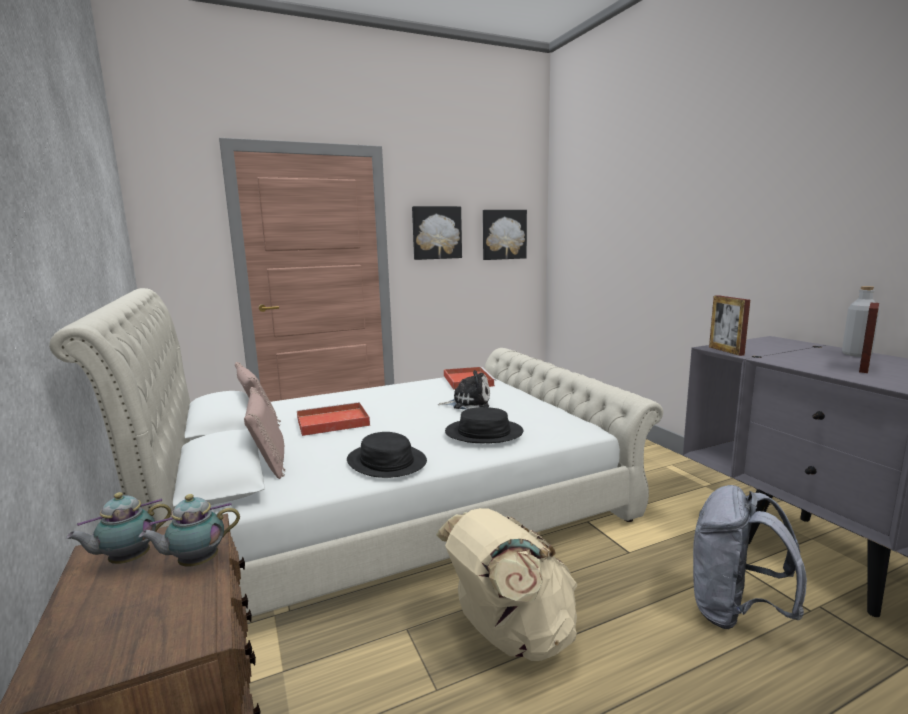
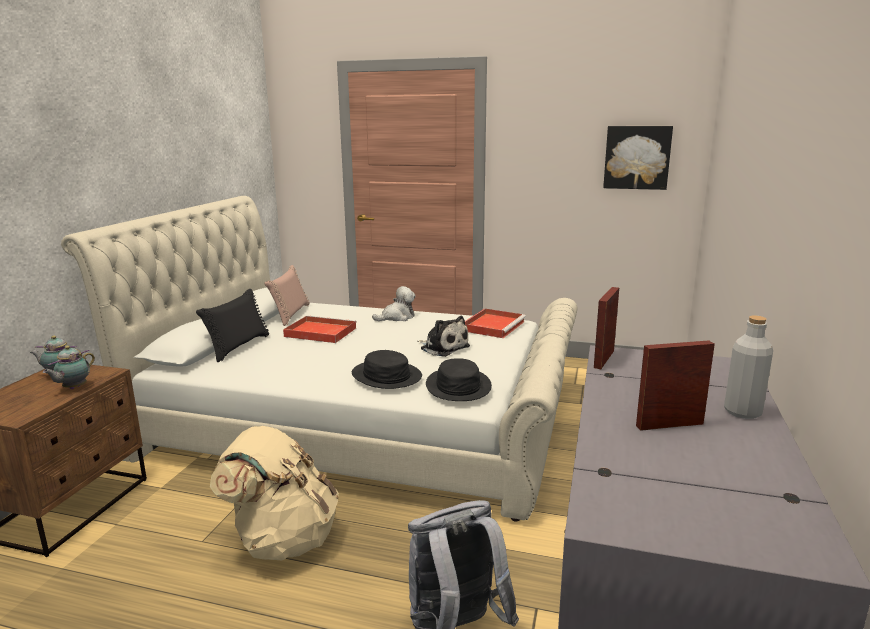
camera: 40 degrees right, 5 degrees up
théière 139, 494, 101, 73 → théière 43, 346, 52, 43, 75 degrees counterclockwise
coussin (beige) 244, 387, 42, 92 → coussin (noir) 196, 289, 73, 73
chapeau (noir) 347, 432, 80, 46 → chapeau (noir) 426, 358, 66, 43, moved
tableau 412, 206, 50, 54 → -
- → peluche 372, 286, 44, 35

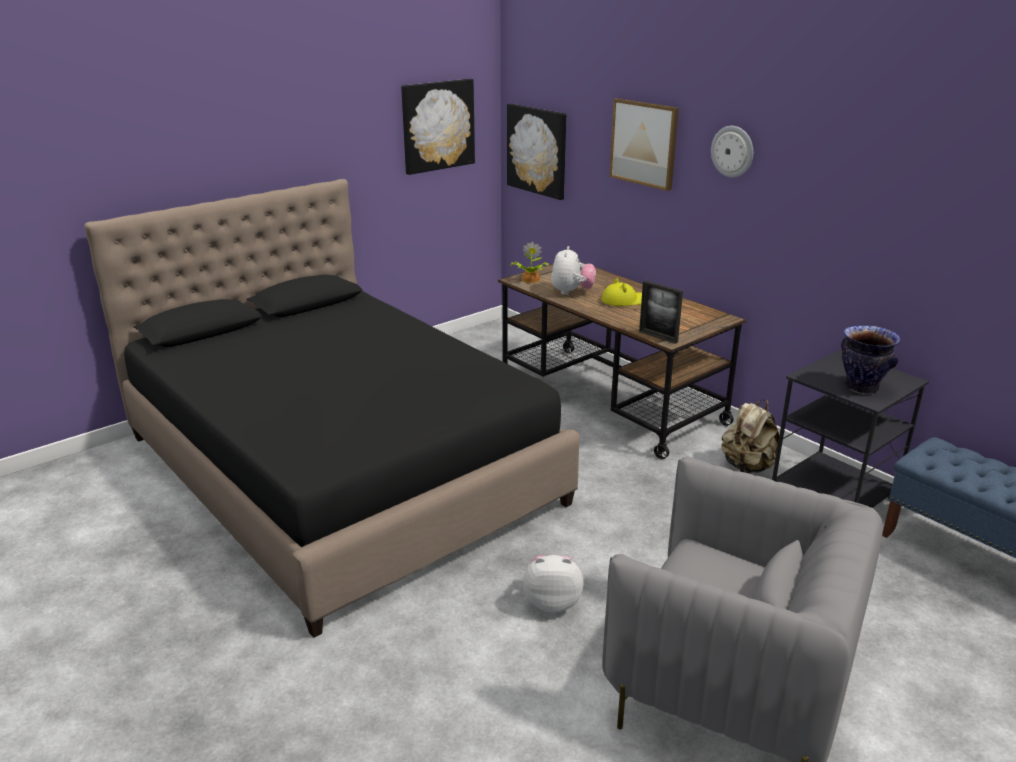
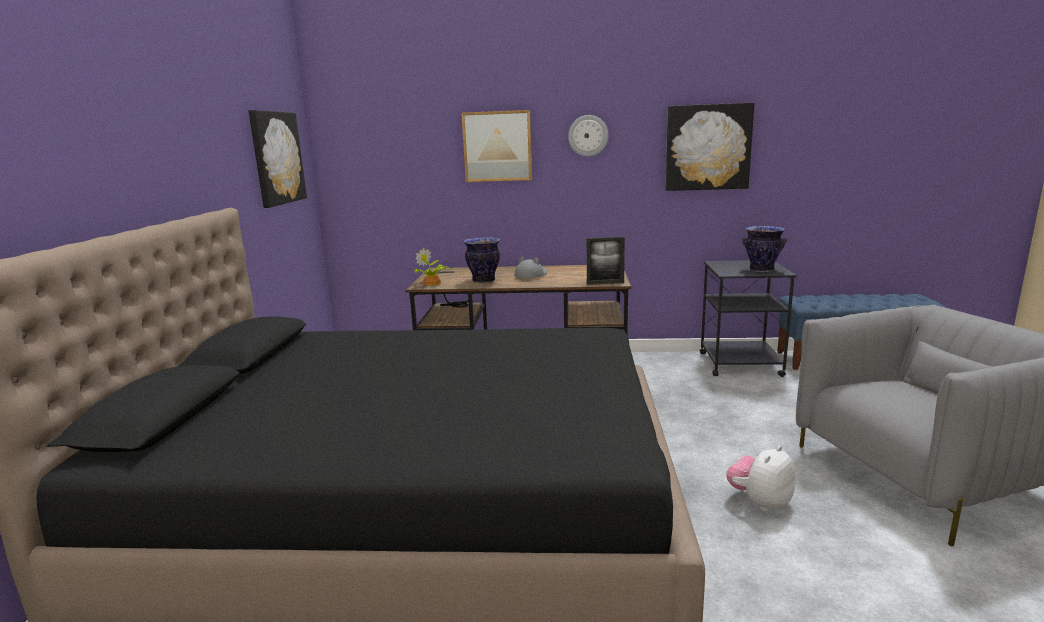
camera: 45 degrees left, 10 degrees down
tableau 507, 104, 59, 96 → tableau 665, 103, 90, 88, moved
peluche 551, 246, 45, 49 → vase 463, 237, 38, 46
chapeau (jaune) 601, 278, 41, 28 → chapeau (gris) 515, 256, 33, 23
sac à dos (beige) 721, 400, 58, 74 → -

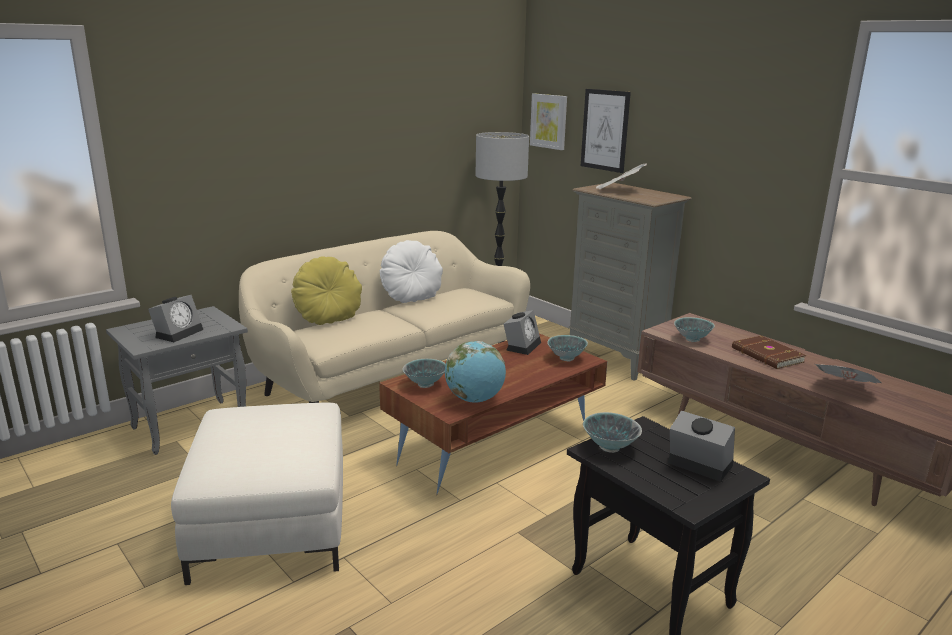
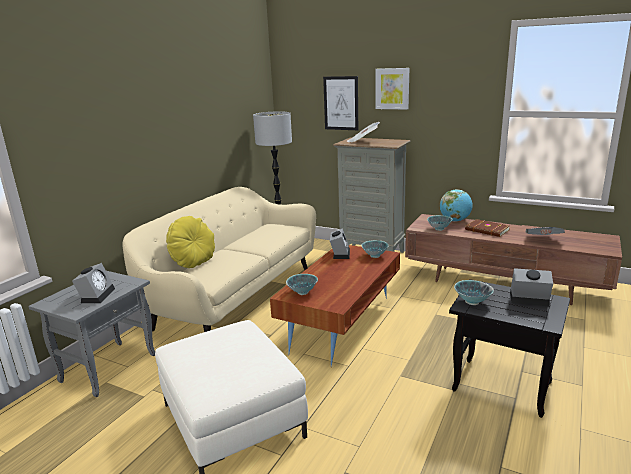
camera: 20 degrees left, 0 degrees up
coussin (blanc) 380, 240, 63, 63 → -
globe 445, 341, 61, 61 → globe 440, 189, 33, 33, moved
tableau 530, 93, 37, 57 → tableau 376, 68, 33, 42, moved

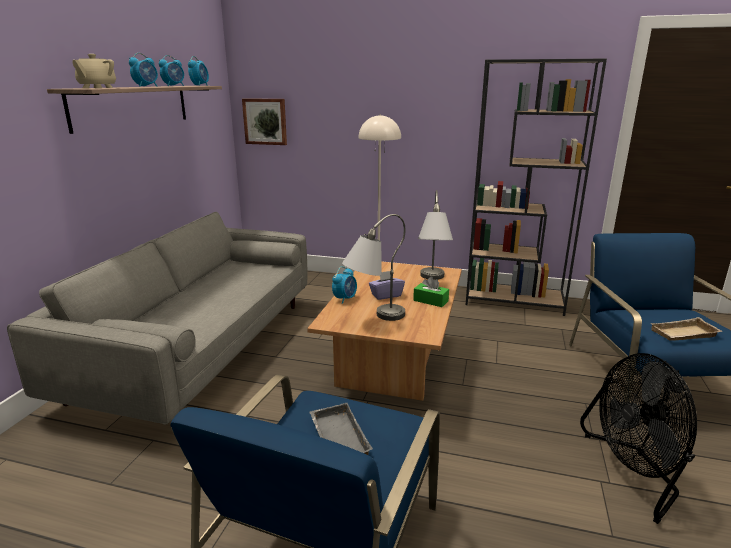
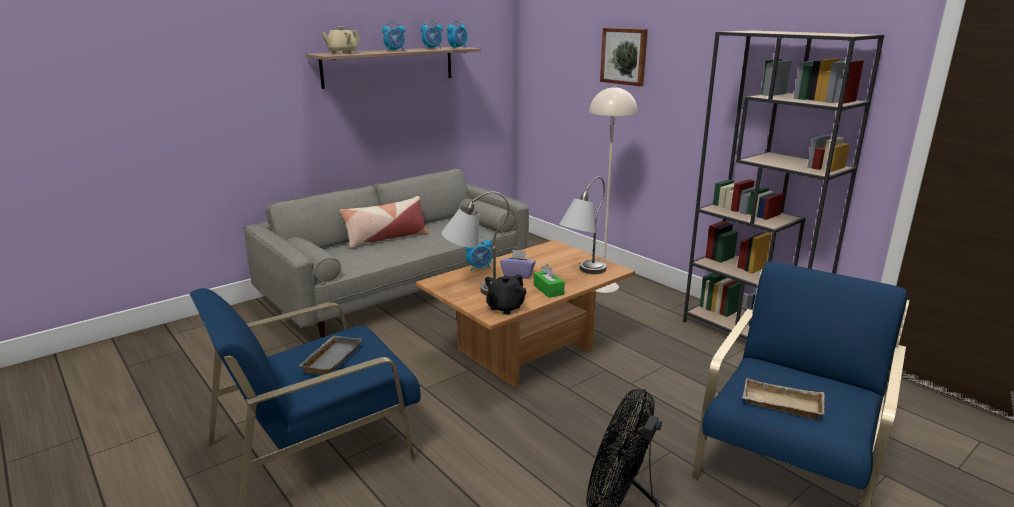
camera: 35 degrees right, 0 degrees up
tableau 242, 98, 45, 47 → tableau 600, 28, 48, 58, moved
- → coussin 340, 196, 89, 52
- → théière (noir) 485, 274, 41, 41

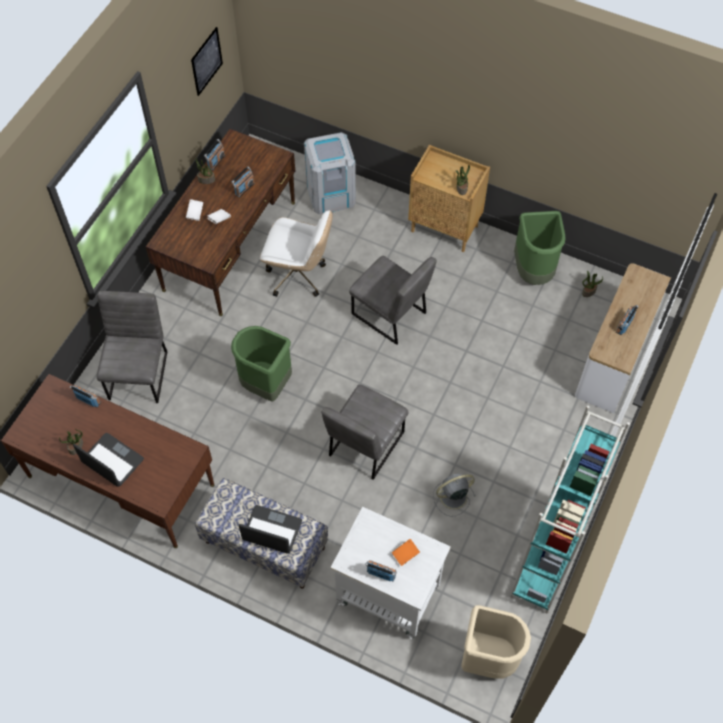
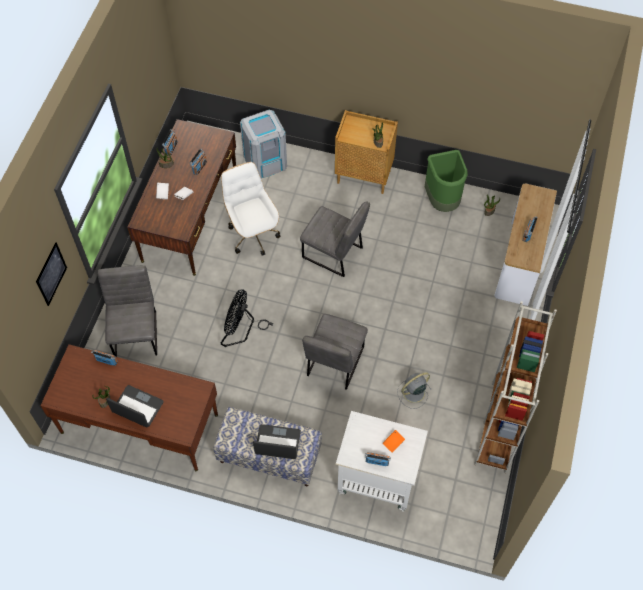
camera: 10 degrees left, 0 degrees up
tableau 191, 27, 32, 69 → tableau 36, 243, 31, 63, moved
poubelle (vert) 231, 326, 61, 76 → ventilateur (noir) 221, 289, 53, 58
chaise de bureau (blanc) 260, 210, 73, 87 → chaise de bureau (blanc) 221, 162, 59, 94, 120 degrees counterclockwise
poubelle (beige) 461, 605, 70, 74 → -
bibliothèque (turquoise) 510, 406, 120, 208 → bibliothèque (marron) 474, 301, 83, 172

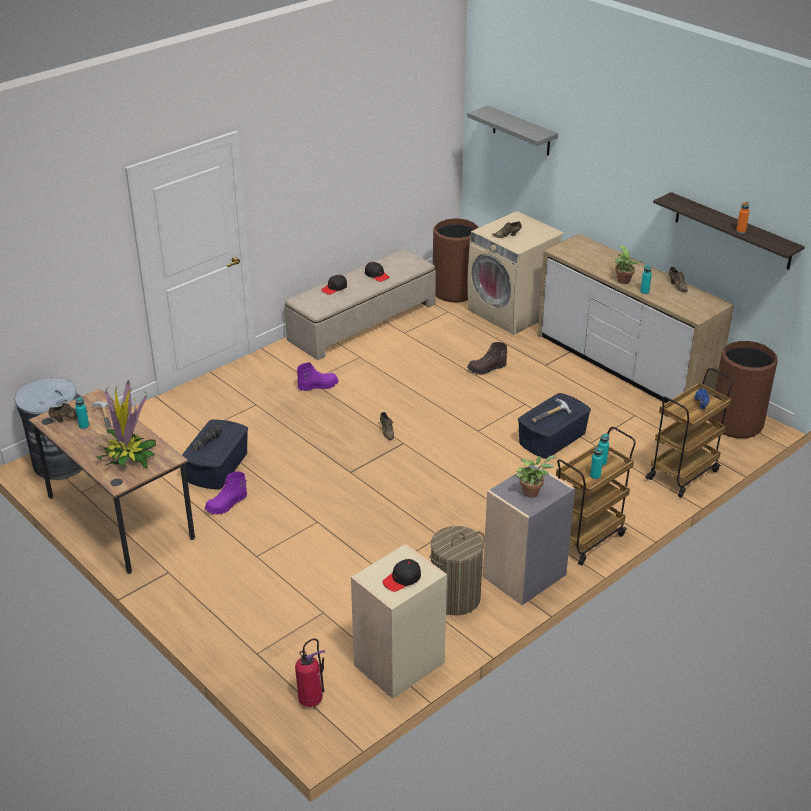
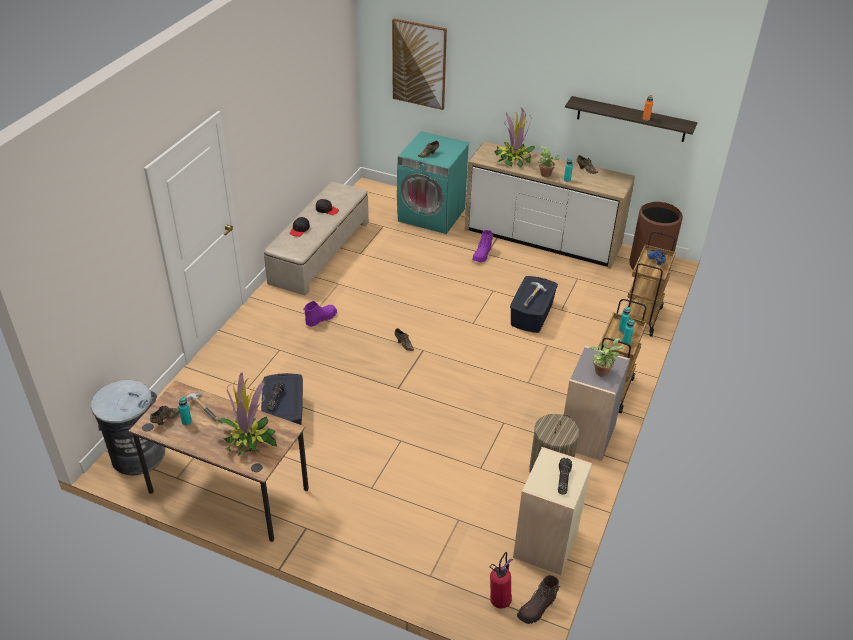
camera: 25 degrees left, 5 degrees up
botte (violet) 205, 471, 42, 44 → botte (violet) 472, 230, 22, 32, moved
casquette (noir) 382, 559, 39, 33 → lampe de poche 558, 458, 14, 36
poubelle (marron) 433, 219, 46, 83 → -
étagère (gris) 467, 106, 91, 50 → tableau 392, 18, 55, 92
lave-linge (beige) 467, 211, 98, 124 → lave-linge (turquoise) 397, 131, 73, 103
botte (marron) 467, 342, 40, 33 → botte (marron) 517, 575, 43, 49, moved
- → plante en pot 494, 108, 41, 60

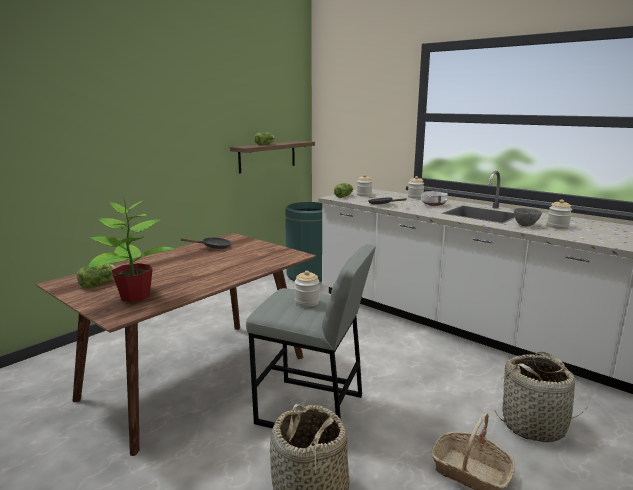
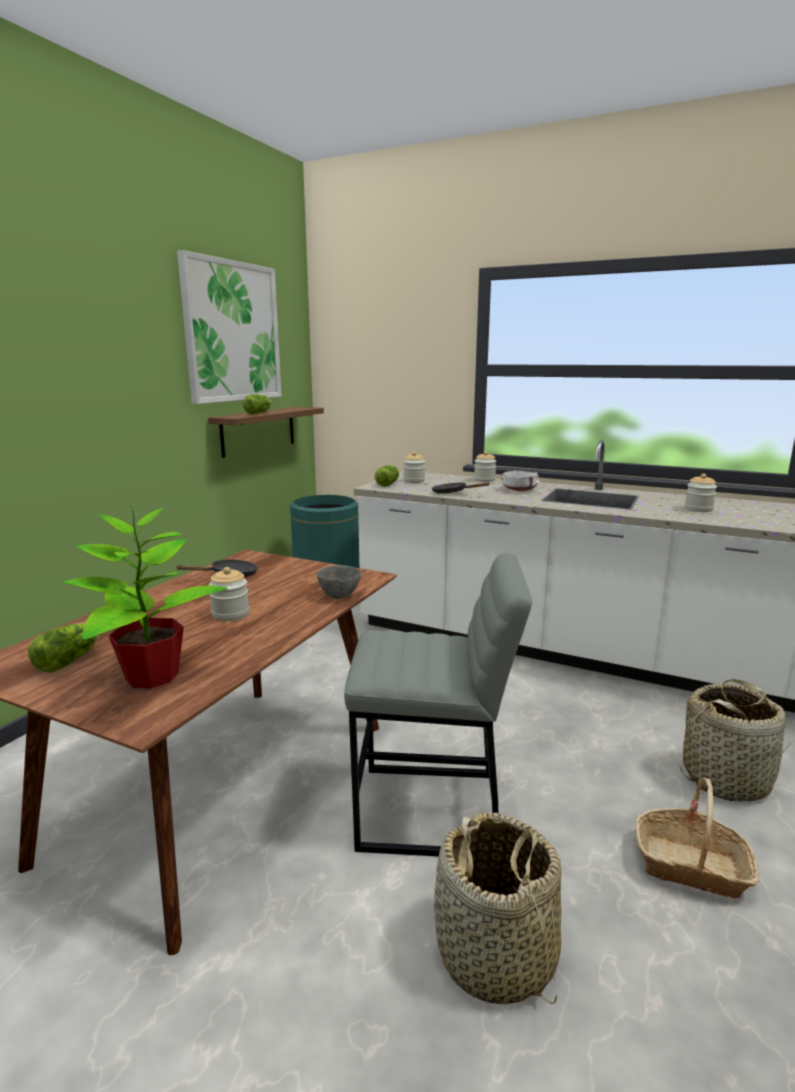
camera: 15 degrees left, 0 degrees up
bocal 295, 271, 25, 36 → bocal 209, 567, 40, 54, moved
bol (gris) 514, 208, 28, 18 → bol (gris) 317, 565, 44, 34, moved
- → tableau 177, 250, 105, 154

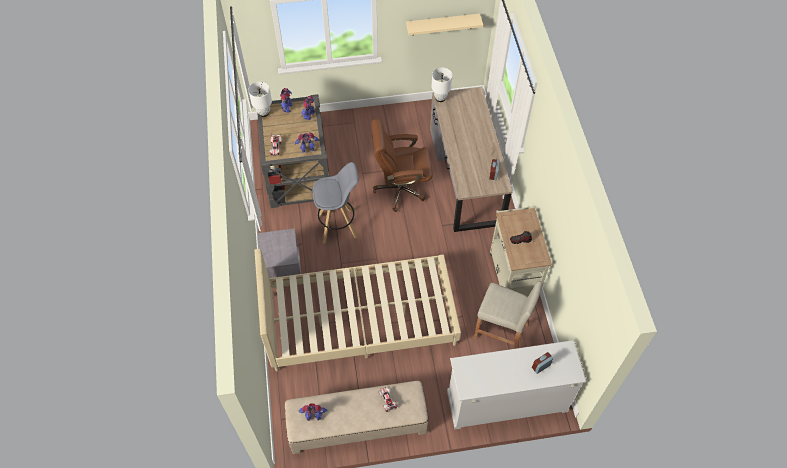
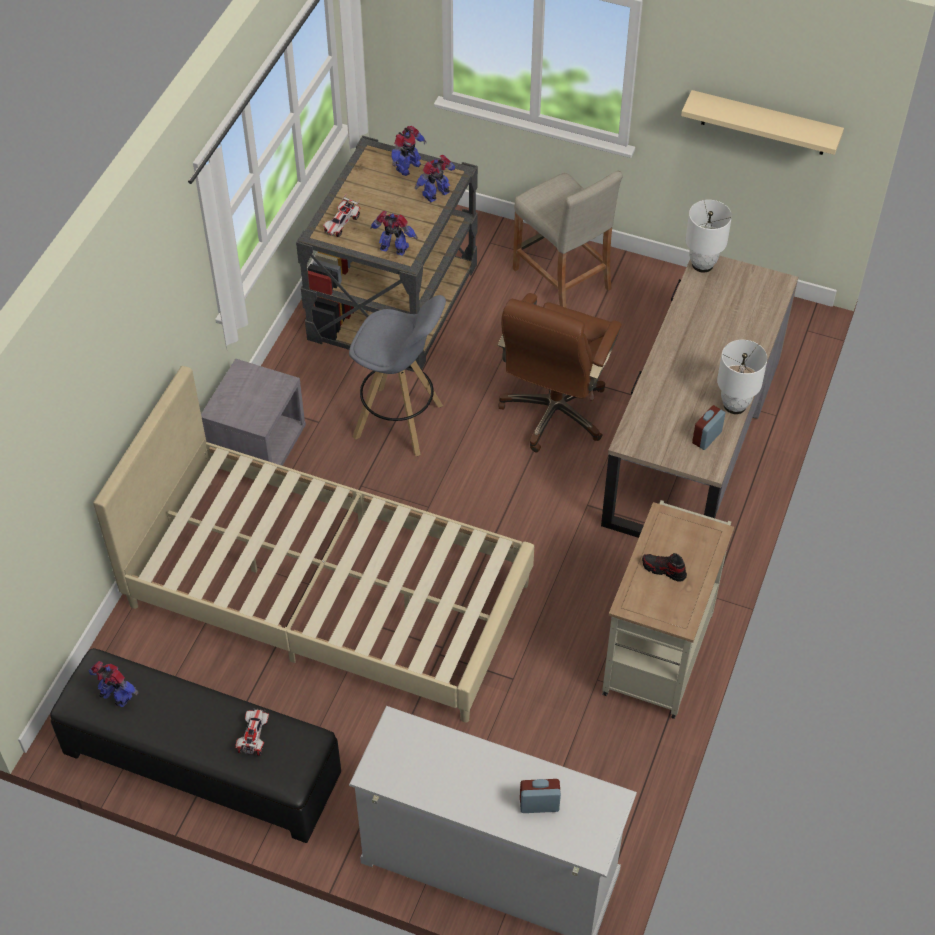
camera: 30 degrees right, 5 degrees down
lampe de table (blanc) 248, 82, 24, 35 → lampe de table (blanc) 717, 340, 50, 74, moved
banc (beige) 285, 381, 143, 73 → banc (noir) 50, 648, 291, 195
chaise de bureau (marron) 371, 119, 62, 93 → chaise de bureau (marron) 498, 293, 124, 159, 90 degrees counterclockwise
tabouret (beige) 474, 281, 68, 68 → tabouret (beige) 513, 171, 109, 137, moved

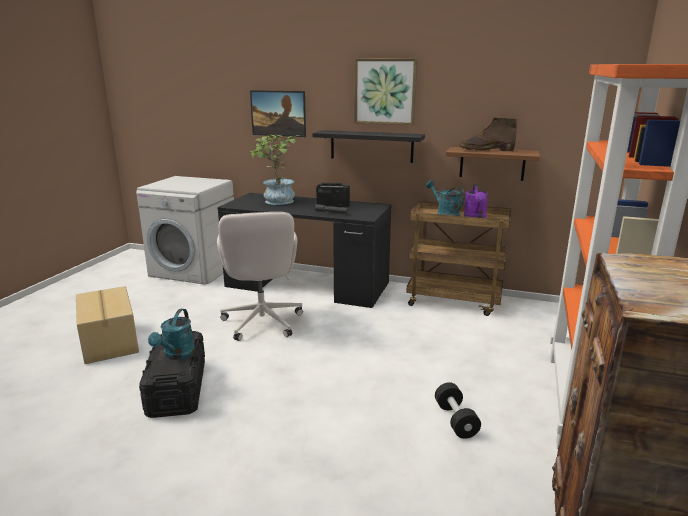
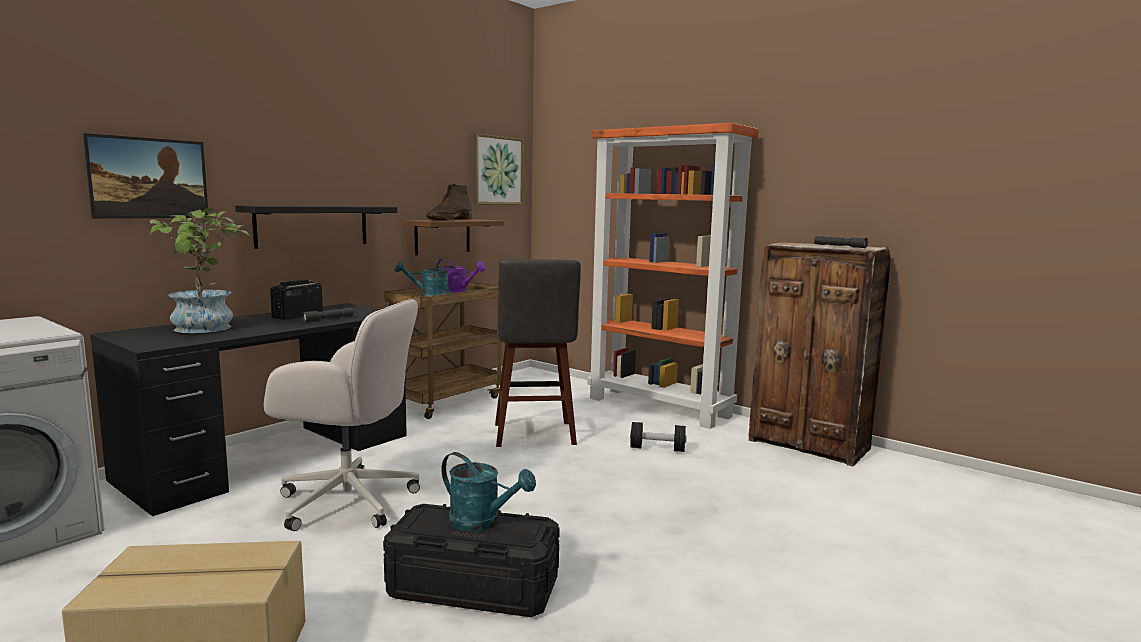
camera: 70 degrees left, 10 degrees down
tableau 354, 59, 63, 66 → tableau 473, 134, 51, 71, moved
- → tabouret (gris) 495, 259, 86, 188
- → lampe de poche (gris) 814, 236, 54, 12

